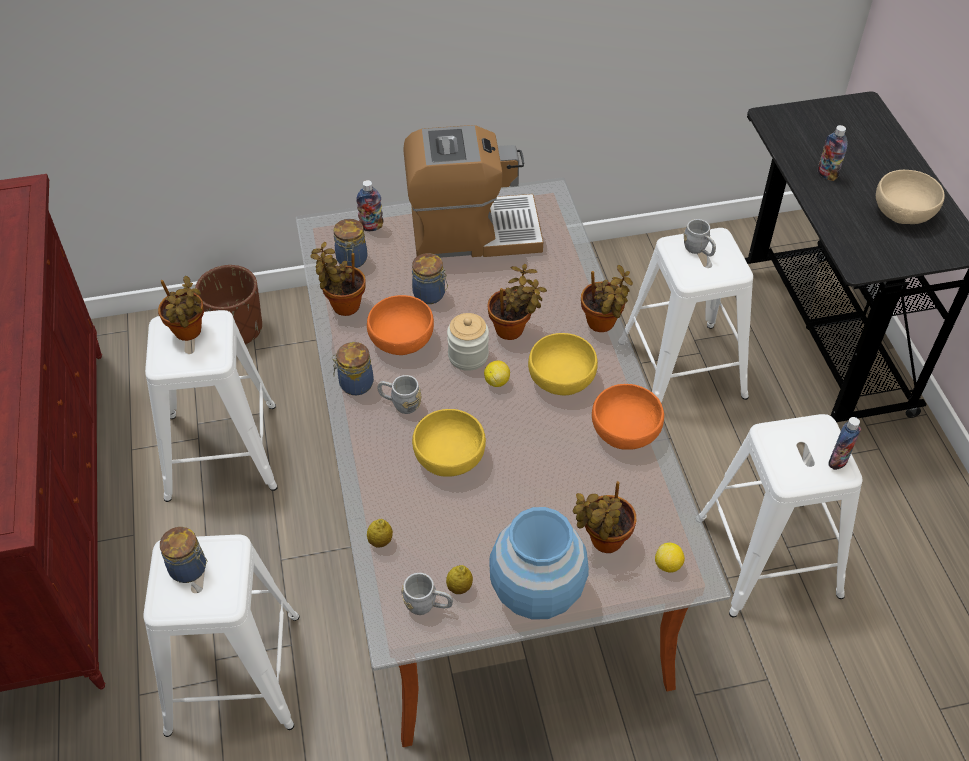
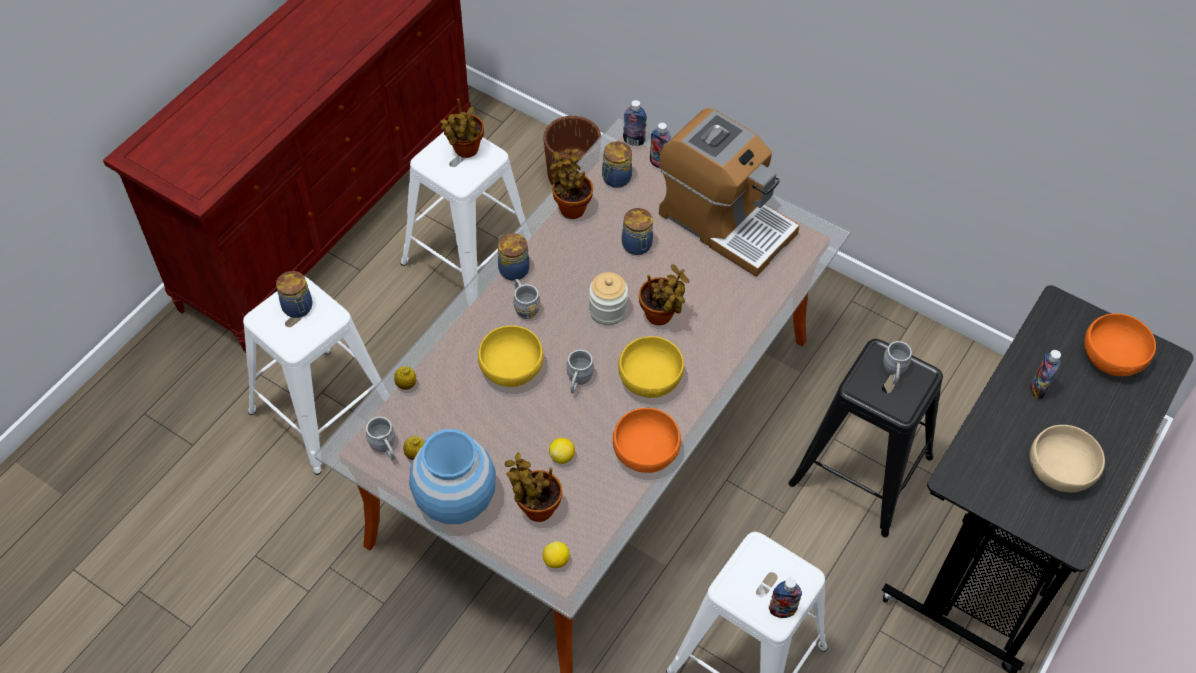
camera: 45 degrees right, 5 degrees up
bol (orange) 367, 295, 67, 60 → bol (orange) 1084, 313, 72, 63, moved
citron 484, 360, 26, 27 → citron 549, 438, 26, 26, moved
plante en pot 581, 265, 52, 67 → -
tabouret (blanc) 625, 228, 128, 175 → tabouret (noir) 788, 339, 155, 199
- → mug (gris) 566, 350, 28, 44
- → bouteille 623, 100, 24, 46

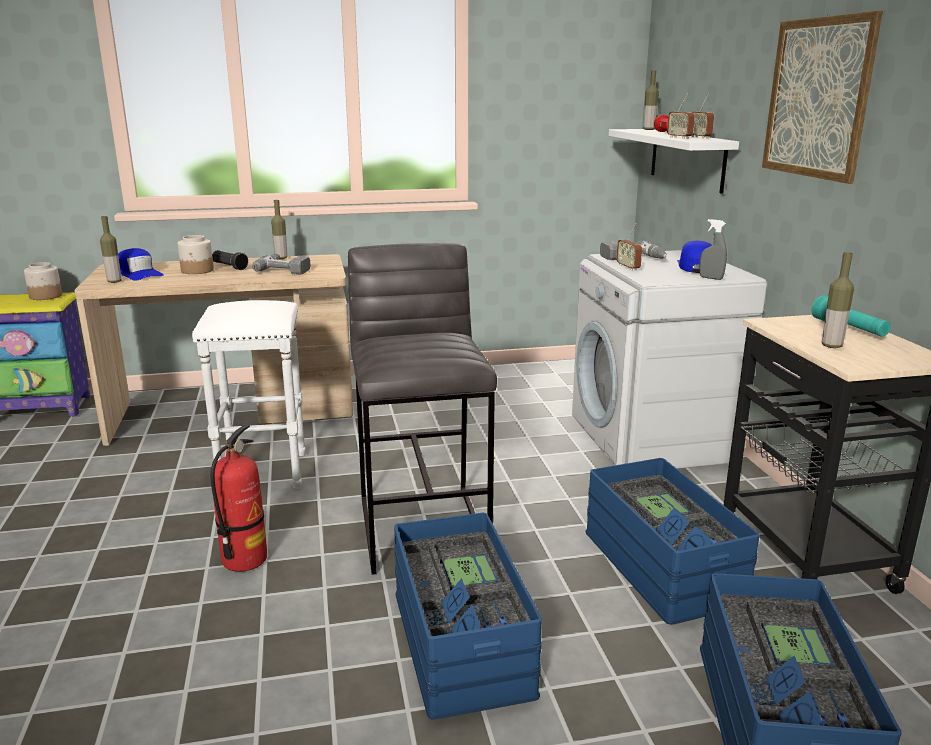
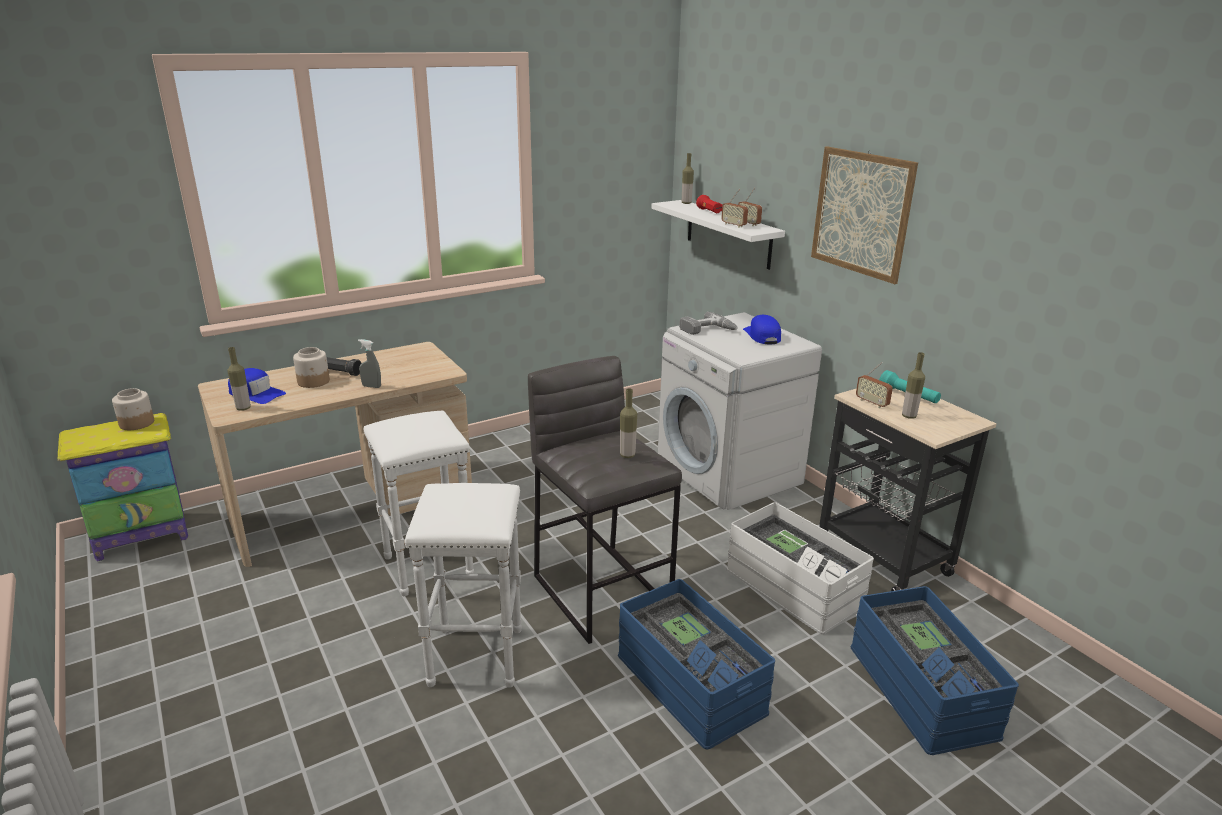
camera: 20 degrees left, 5 degrees up
extincteur 211, 424, 56, 148 → tabouret (blanc) 405, 483, 117, 205
perceuse 252, 254, 59, 21 → -
bouteille 271, 200, 16, 59 → bouteille 620, 388, 17, 70, moved
boîte de rangement (bleu) 585, 458, 175, 167 → boîte de rangement (blanc) 726, 502, 148, 132
radio 616, 223, 26, 48 → radio 856, 362, 37, 46, moved
vaporisateur (gris) 700, 219, 27, 61 → vaporisateur (gris) 358, 339, 23, 49, moved

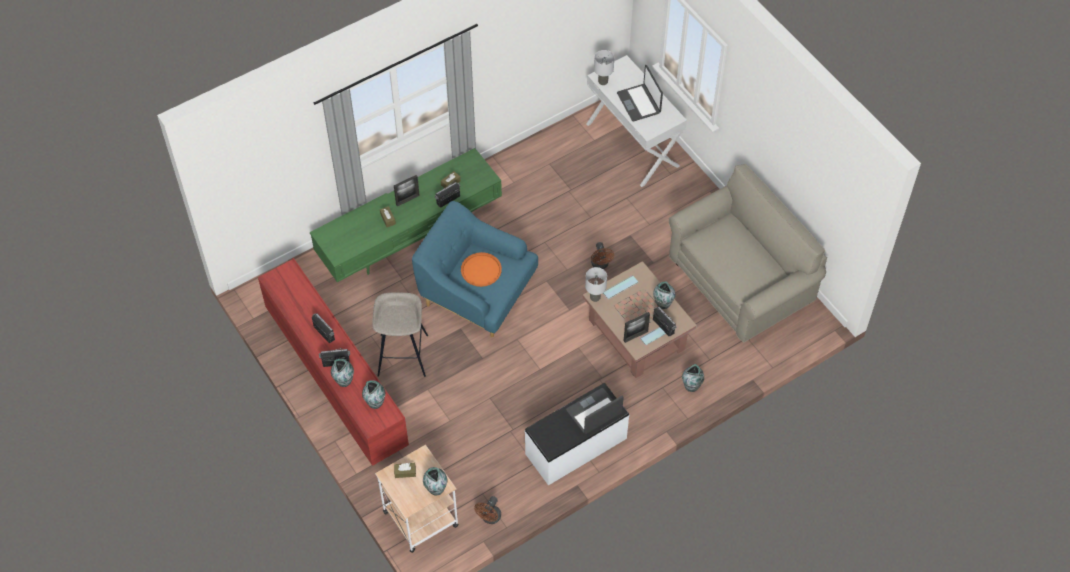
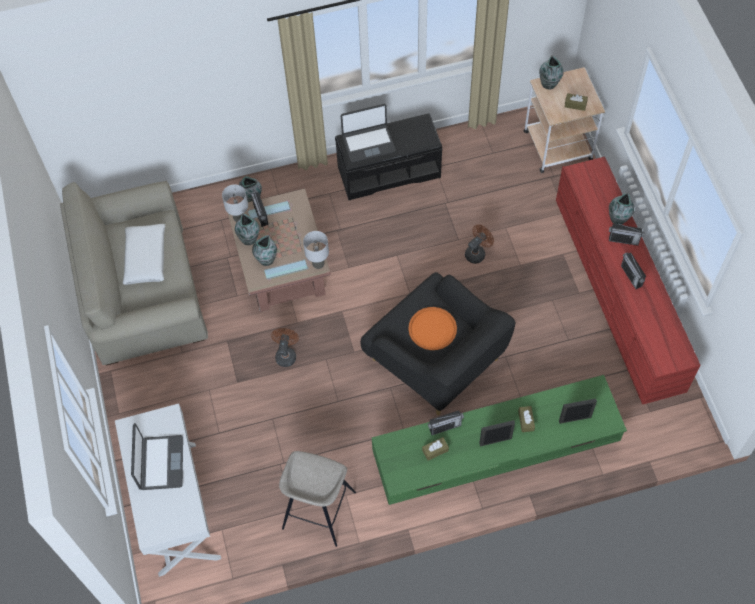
camera: 160 degrees left, 5 degrees up
vase 362, 380, 24, 29 → vase 252, 235, 25, 31, moved
tabouret (gris) 372, 292, 56, 85 → tabouret (gris) 279, 451, 77, 96, moved
fauteuil (bleu) 412, 201, 126, 136 → fauteuil (noir) 361, 272, 154, 143
ventilateur (marron) 474, 496, 27, 28 → ventilateur (marron) 465, 225, 29, 39, moved
banc (blanc) 525, 383, 104, 103 → banc (noir) 335, 113, 108, 87
lampe de table (blanc) 594, 50, 20, 35 → lampe de table (blanc) 222, 184, 26, 38, moved
cadre photo 624, 312, 26, 31 → cadre photo 559, 398, 38, 26, moved
- → coussin (blanc) 123, 224, 42, 61

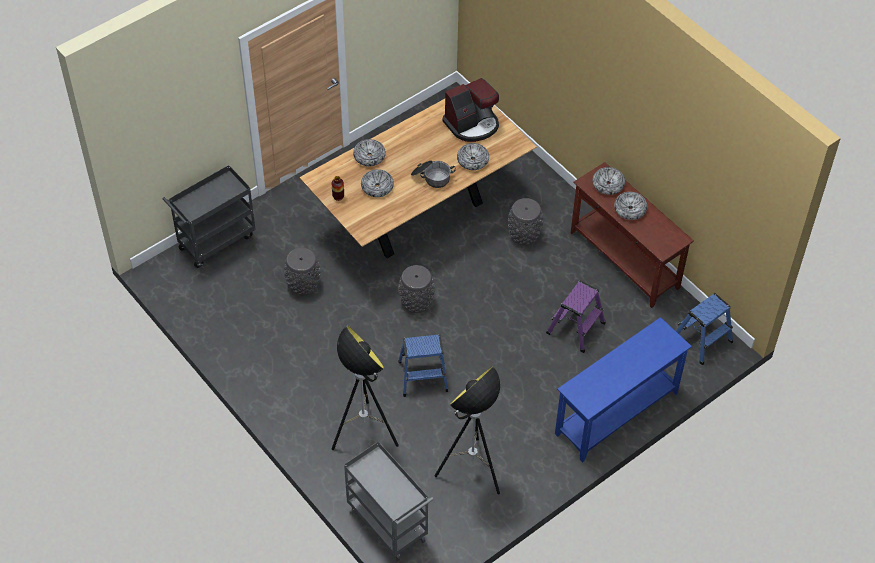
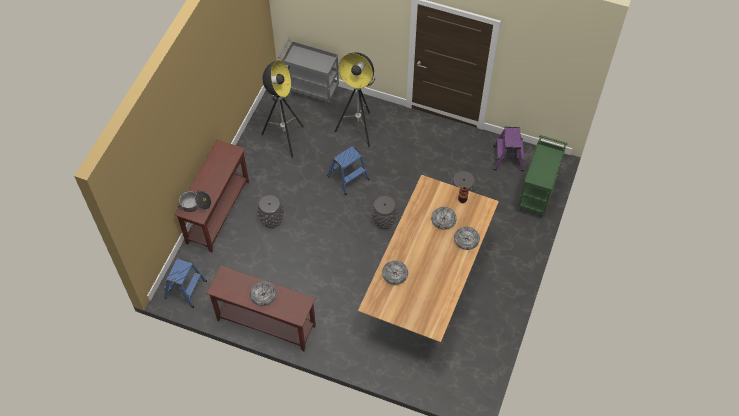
camera: 150 degrees right, 5 degrees up
chariot (gris) 163, 165, 93, 103 → chariot (vert) 518, 135, 50, 82
marmite 411, 161, 45, 27 → marmite 177, 190, 34, 22, moved
machine à café 442, 78, 57, 64 → -
tabouret (gris) 508, 198, 35, 47 → tabouret (gris) 257, 195, 27, 34, moved
escabeau (violet) 546, 280, 60, 73 → escabeau (violet) 493, 127, 31, 44, moved
table console (bleu) 555, 317, 137, 145 → table console (marron) 175, 140, 74, 112
bol 592, 167, 33, 28 → -

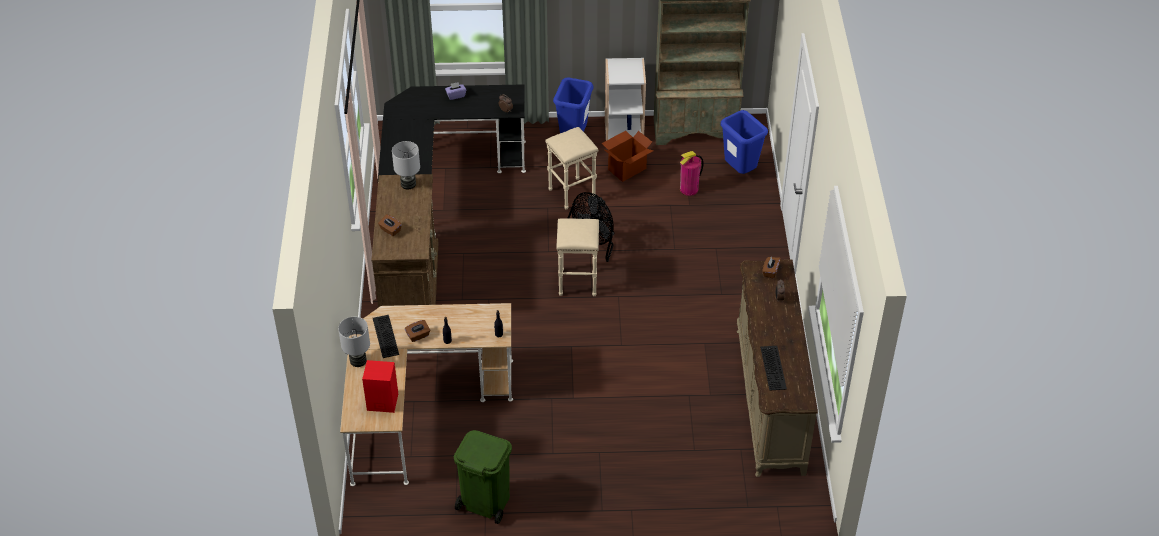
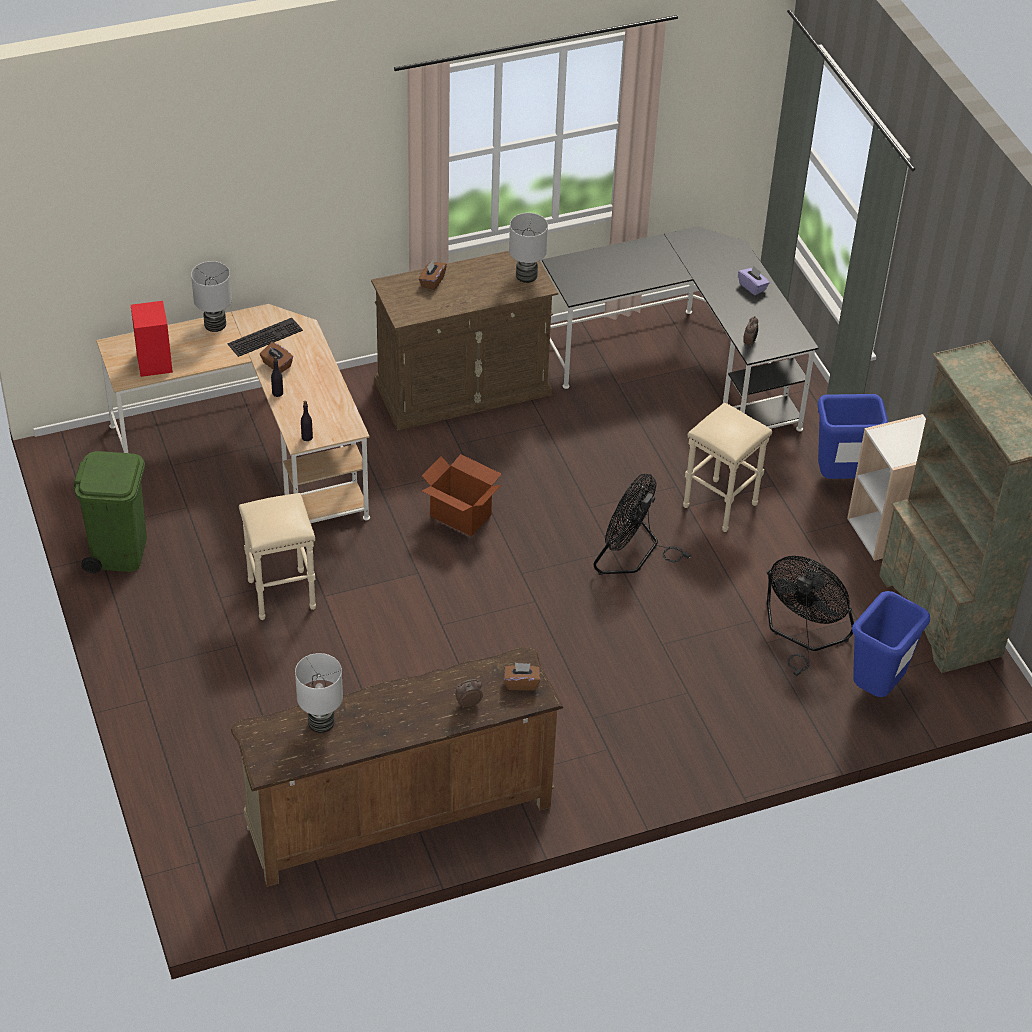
camera: 70 degrees right, 0 degrees up
tabouret (beige) 556, 218, 43, 78 → tabouret (beige) 239, 493, 77, 127, moved
carton 602, 131, 51, 51 → carton 422, 454, 79, 82, moved
extincteur 680, 151, 24, 45 → ventilateur (noir) 767, 556, 87, 120
clavier 760, 346, 27, 44 → lampe de table (gris) 295, 653, 48, 80

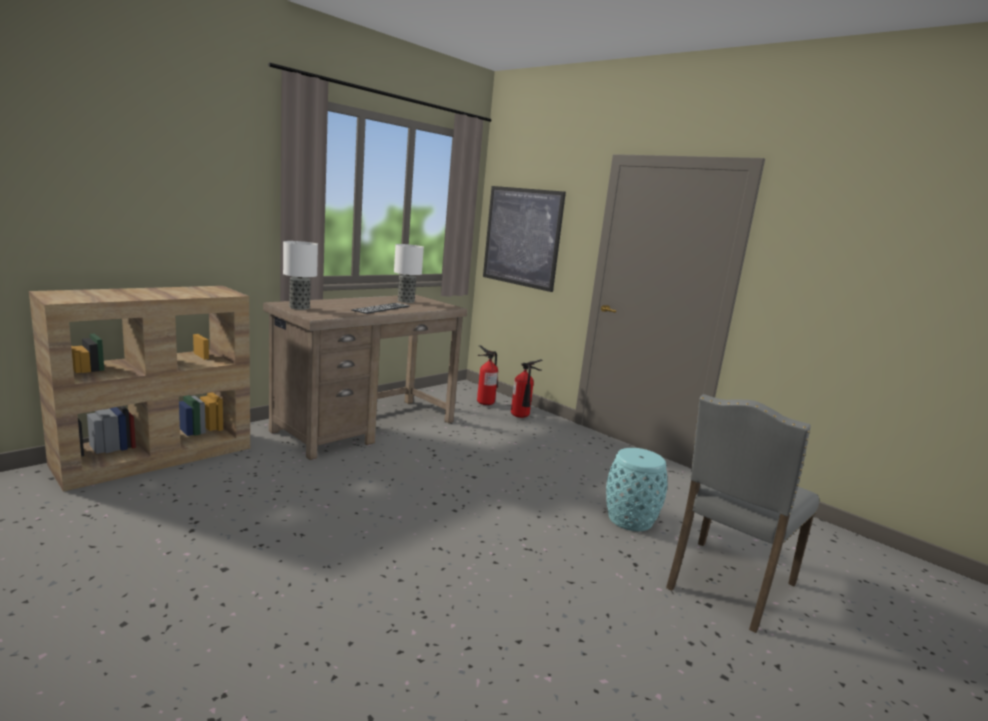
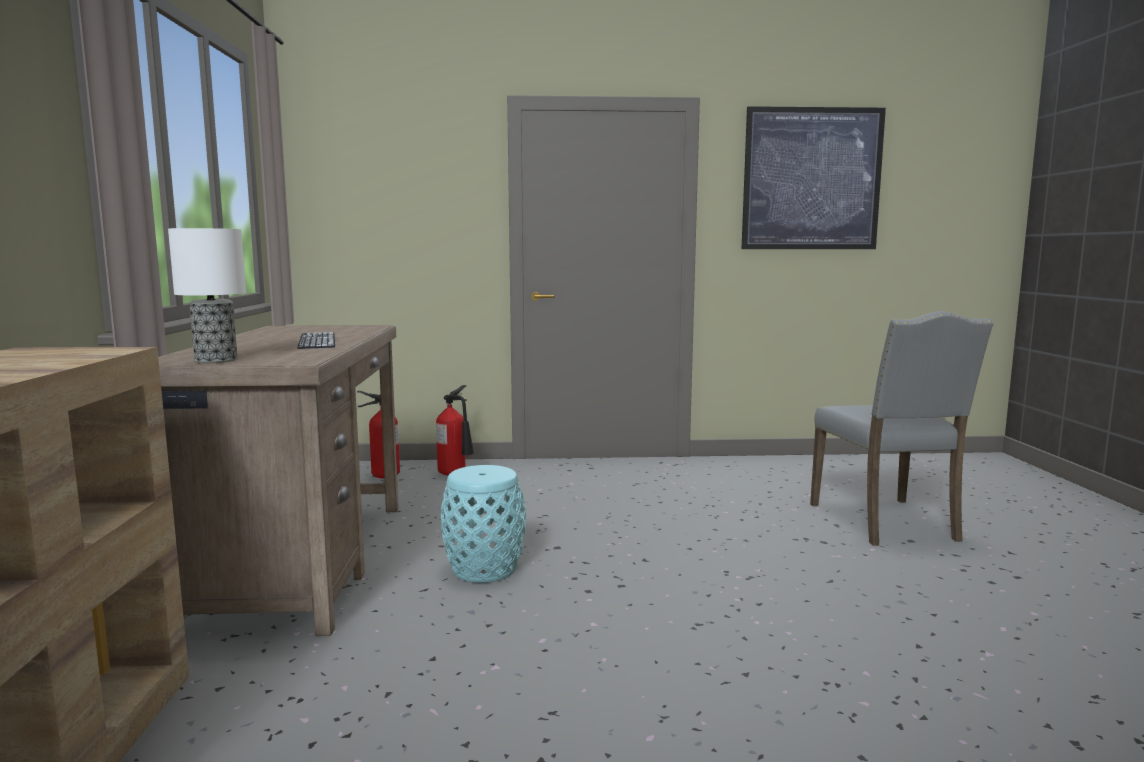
camera: 45 degrees left, 5 degrees down
lampe de table 394, 244, 30, 59 → -
tableau 483, 186, 83, 106 → tableau 741, 106, 145, 143, moved
tabouret (turquoise) 606, 448, 61, 83 → tabouret (turquoise) 441, 465, 85, 118, moved

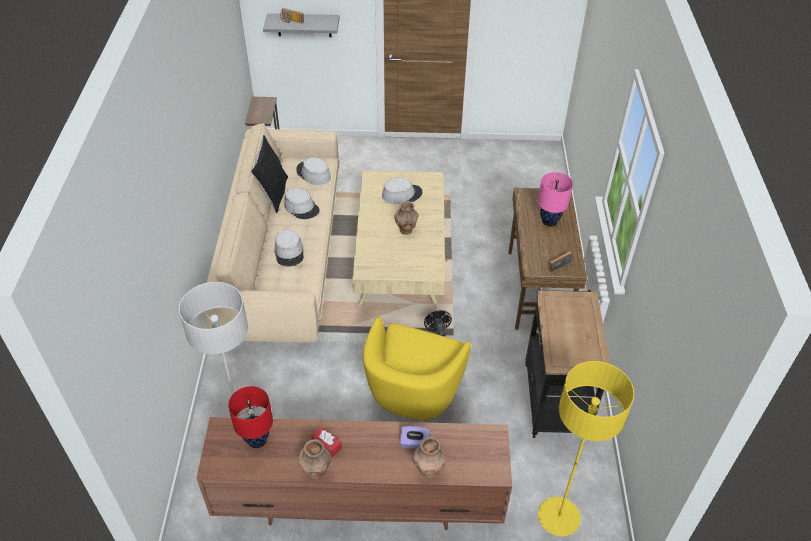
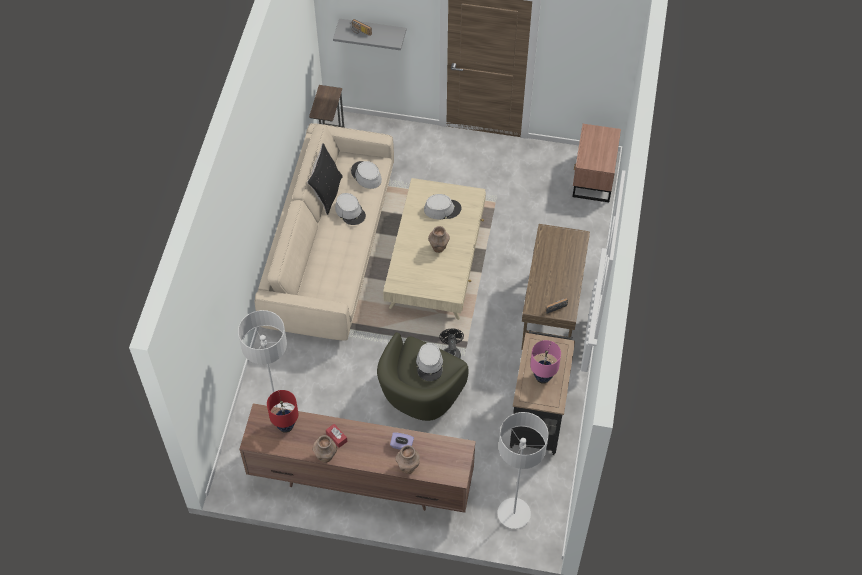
camera: 10 degrees right, 10 degrees up
chapeau (gris) 274, 229, 30, 37 → chapeau (gris) 416, 343, 27, 38, moved
fauteuil (jaune) 363, 317, 108, 103 → fauteuil (vert) 377, 332, 91, 89
lampe de table (rose) 538, 172, 35, 54 → lampe de table (rose) 530, 340, 31, 44, moved
lampadaire (jaune) 538, 361, 96, 175 → lampadaire (gris) 498, 412, 50, 117
- → table de chevet (marron) 573, 124, 48, 78

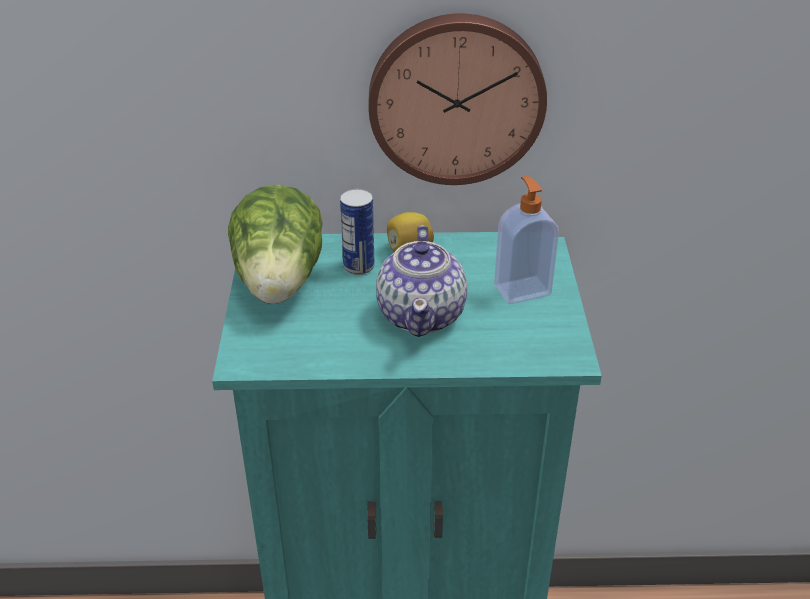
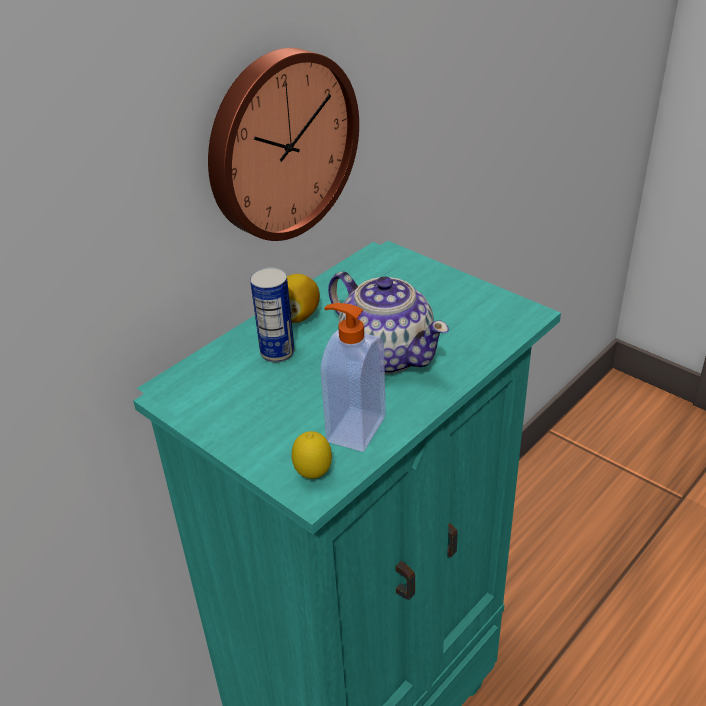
camera: 45 degrees left, 0 degrees up
laitue 228, 185, 95, 119 → -
distributeur de savon 494, 176, 65, 128 → distributeur de savon 321, 303, 65, 149, moved
- → citron 292, 431, 40, 48

